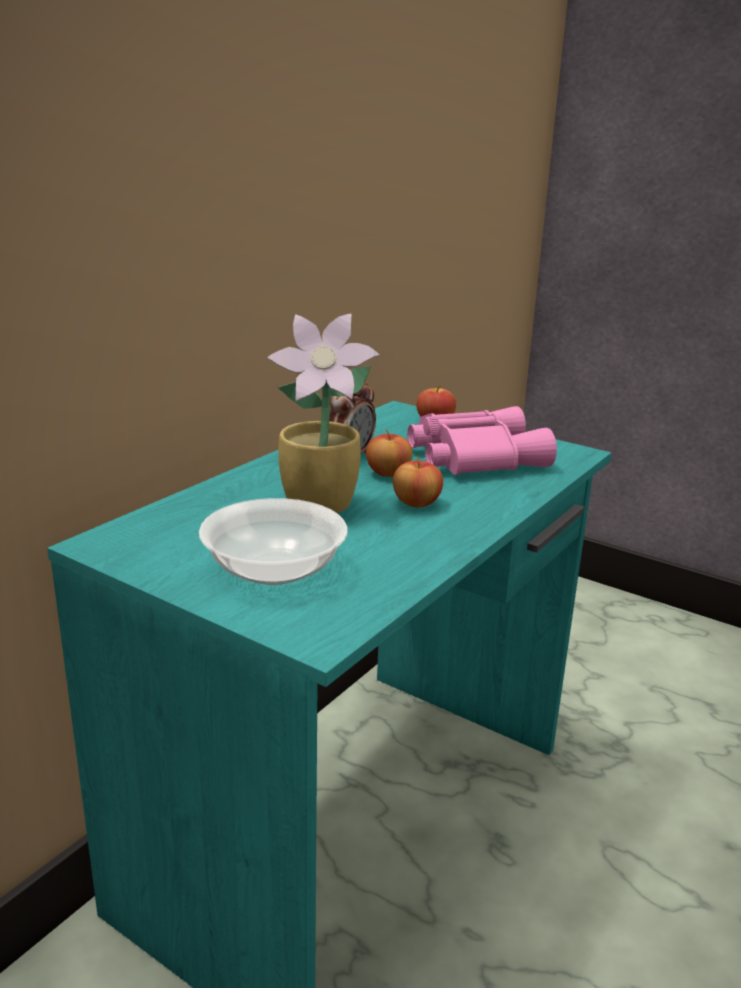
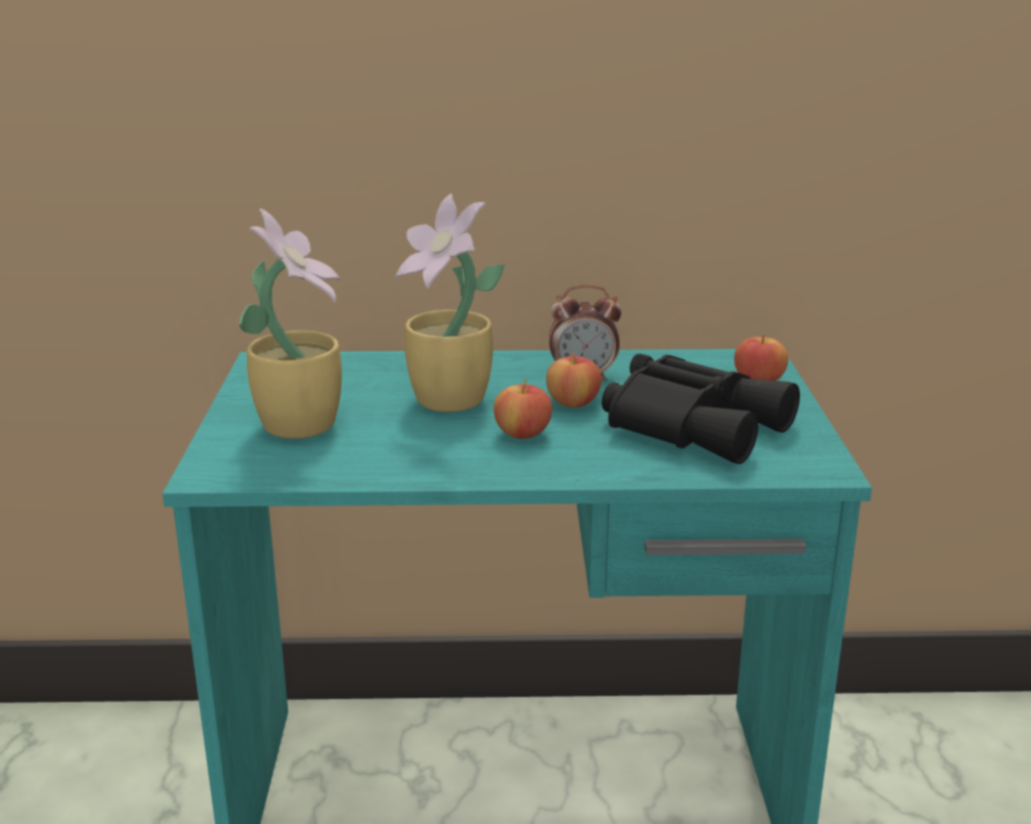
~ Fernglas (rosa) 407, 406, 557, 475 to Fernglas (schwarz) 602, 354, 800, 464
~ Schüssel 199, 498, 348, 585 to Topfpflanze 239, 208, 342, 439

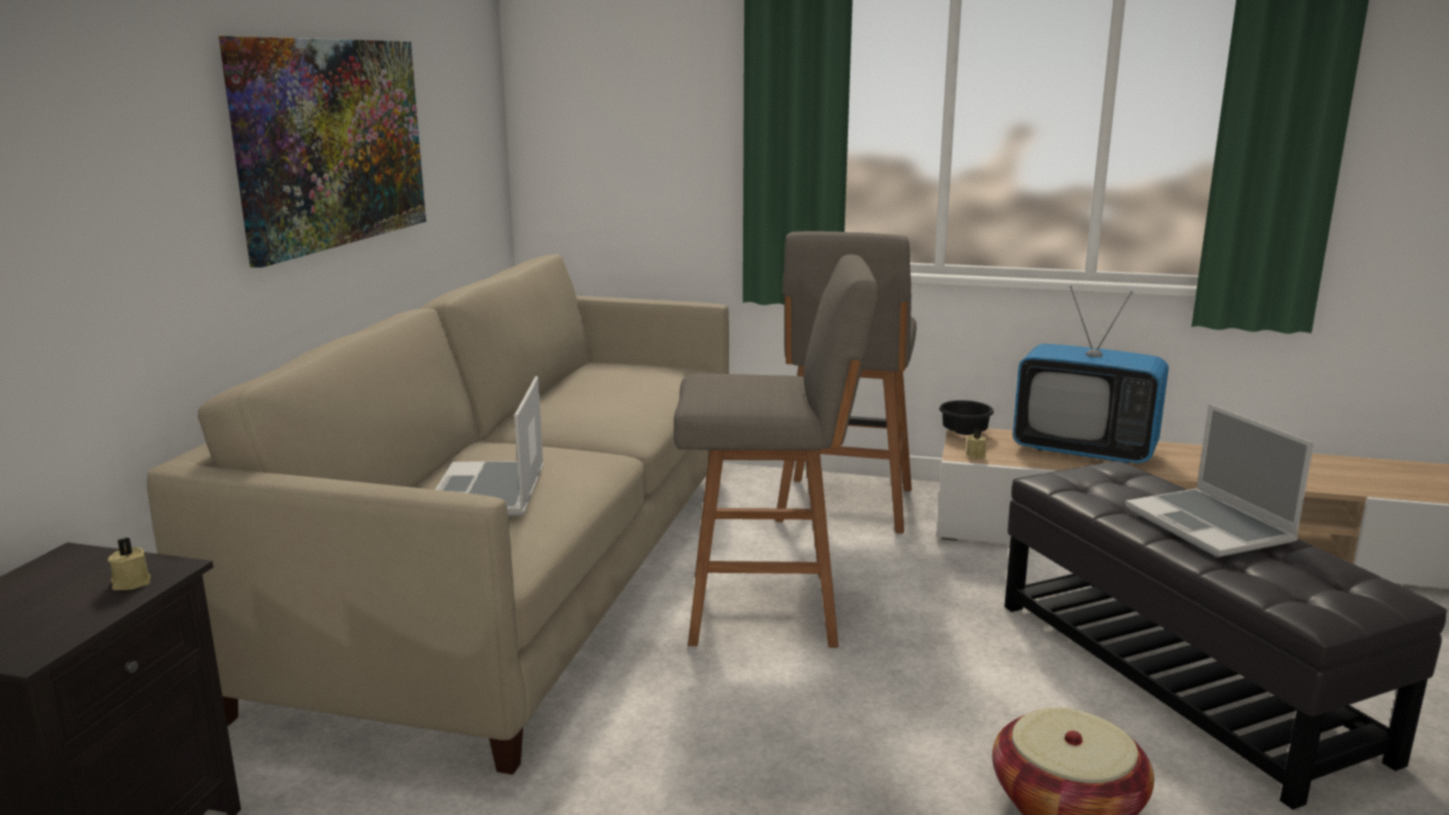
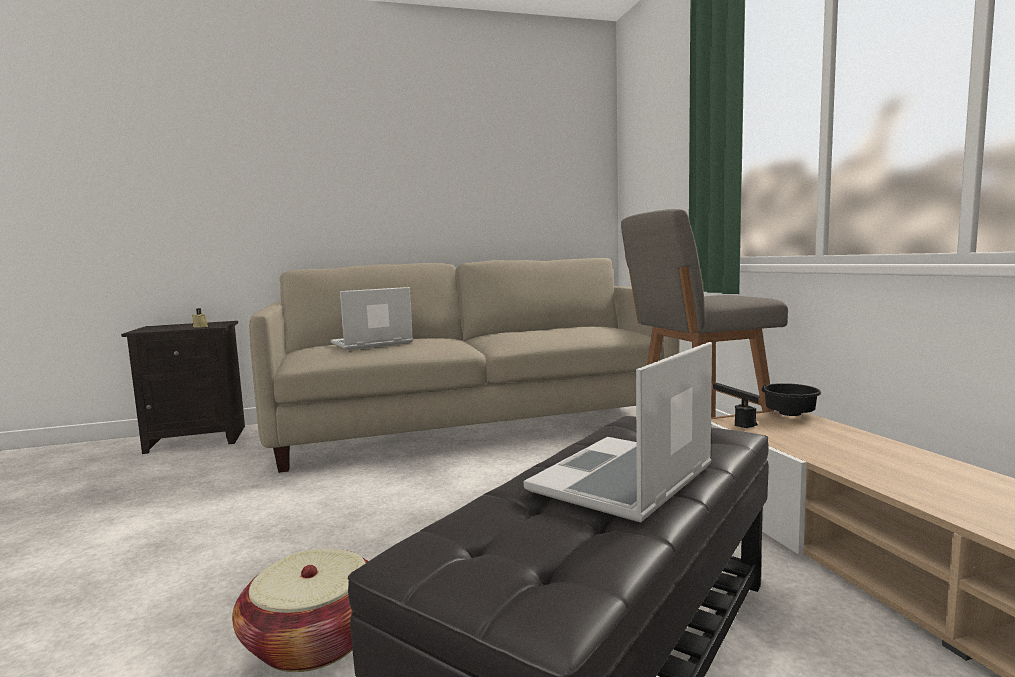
- Bild 219, 36, 426, 268
- Hocker (grau) 674, 254, 879, 648
- Fernseher 1013, 286, 1169, 463
~ Kerze (beige) 966, 429, 986, 459 to Kerze (schwarz) 735, 398, 758, 428

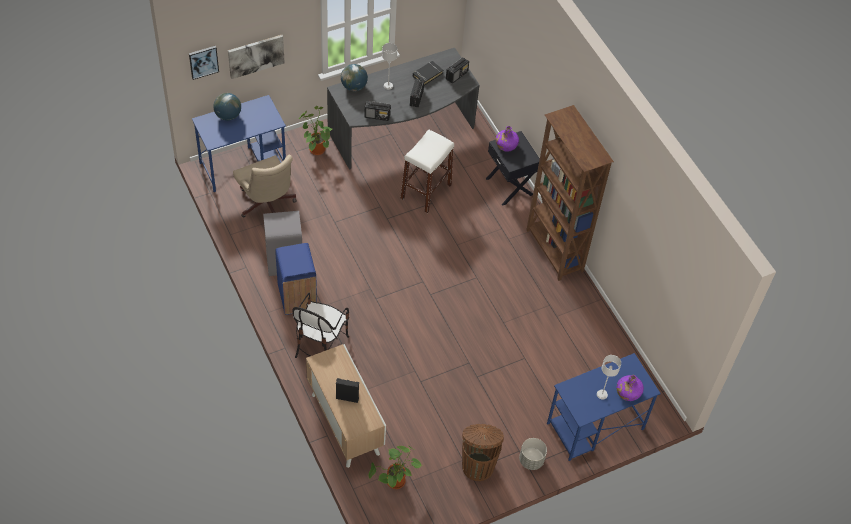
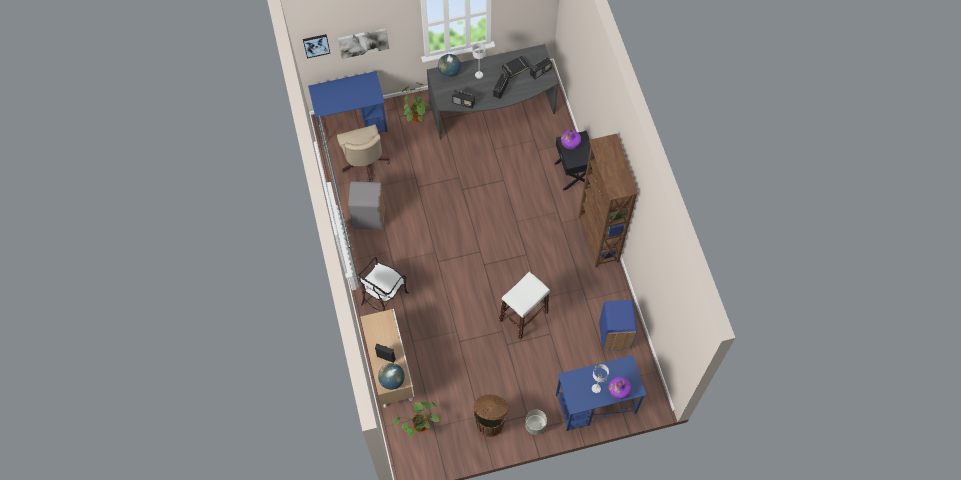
~ Globus 213, 93, 241, 121 to 378, 363, 405, 390
~ Hocker (weiß) 400, 129, 454, 213 to 499, 272, 550, 340
~ Mülleimer (blau) 275, 243, 317, 315 to 599, 300, 637, 351

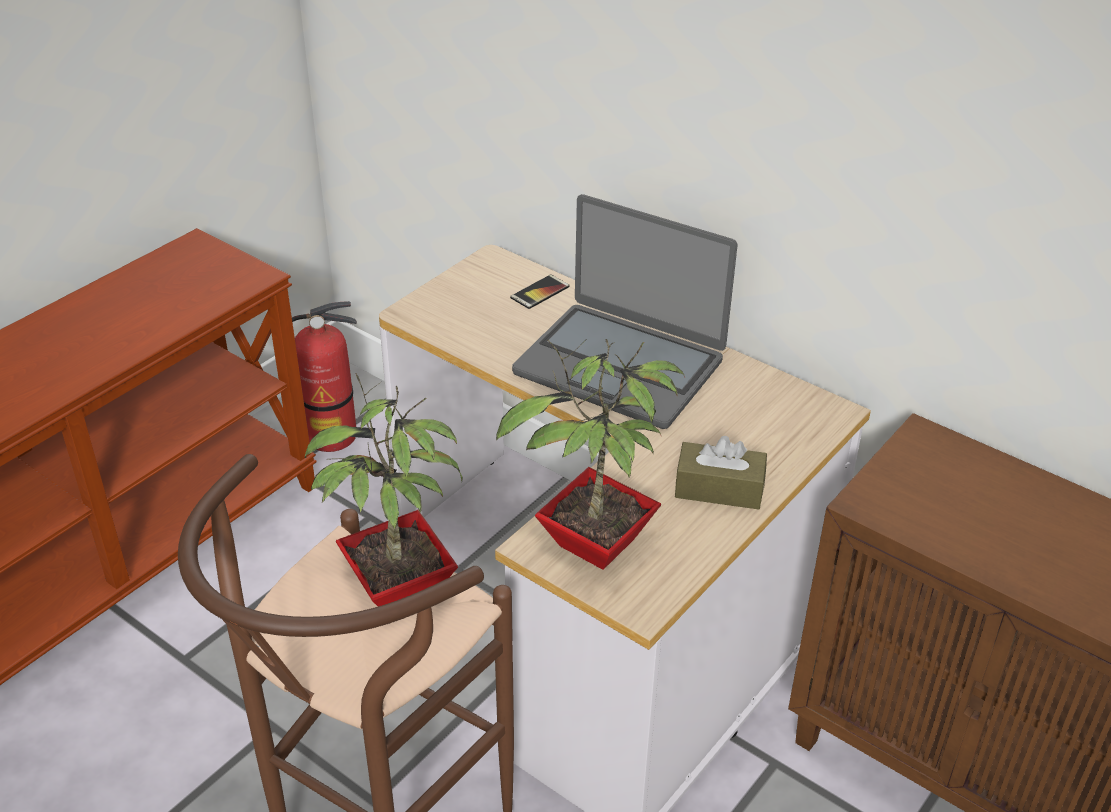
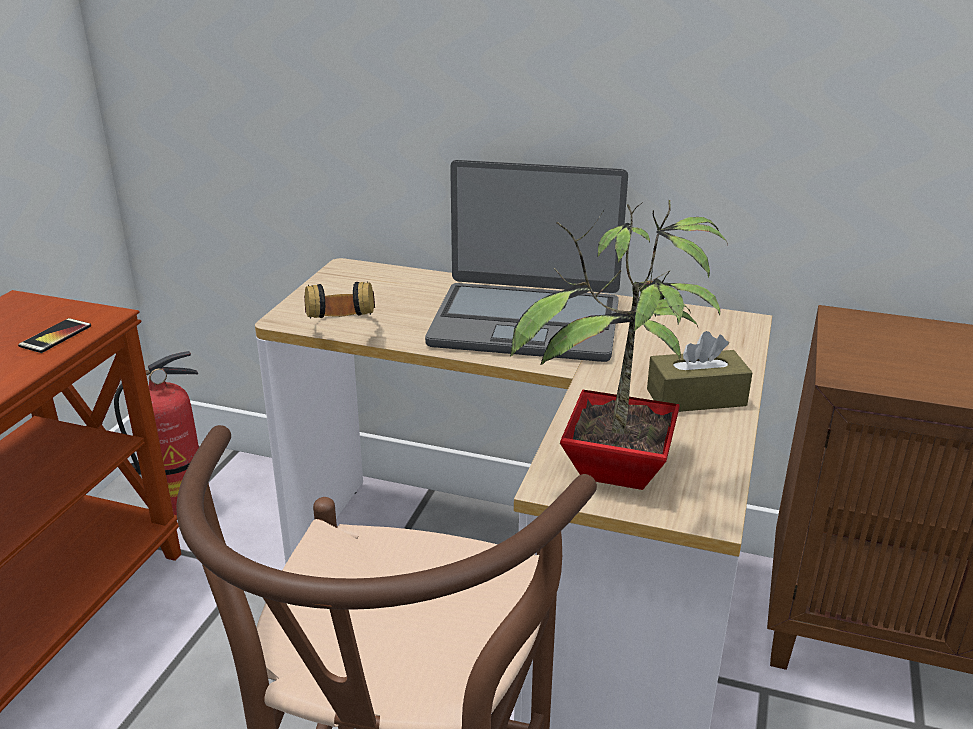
~ Handy 510, 274, 569, 309 to 18, 318, 91, 353
- Topfpflanze 305, 373, 462, 606
+ Kopfhörer 304, 281, 375, 319

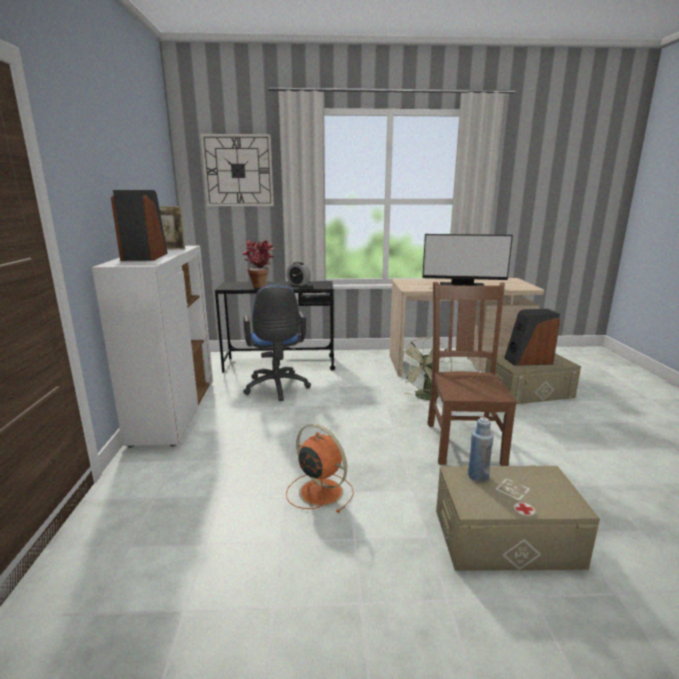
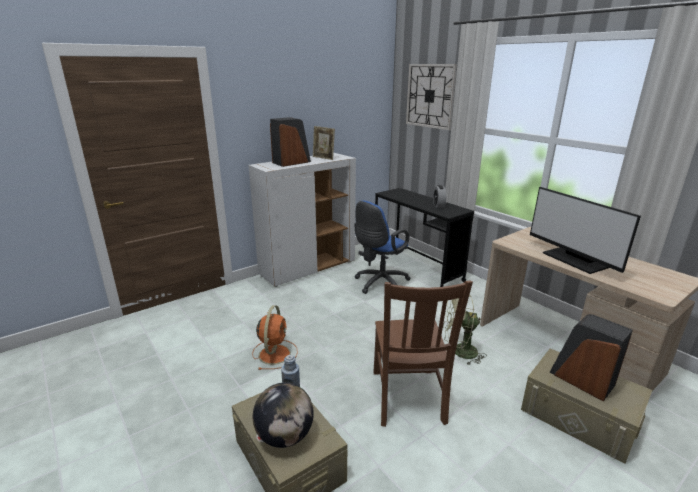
- Topfpflanze 243, 240, 274, 288
~ Stuhl (braun) 427, 282, 517, 466 = 373, 281, 473, 427 120 degrees clockwise
+ Globus 253, 383, 314, 448

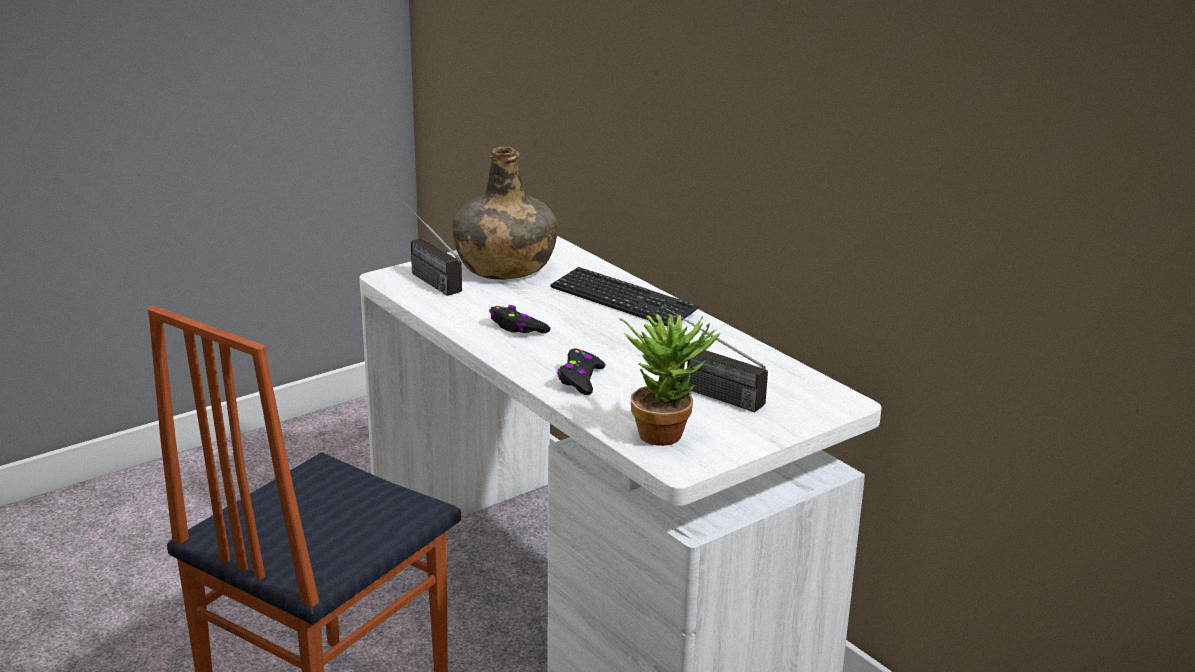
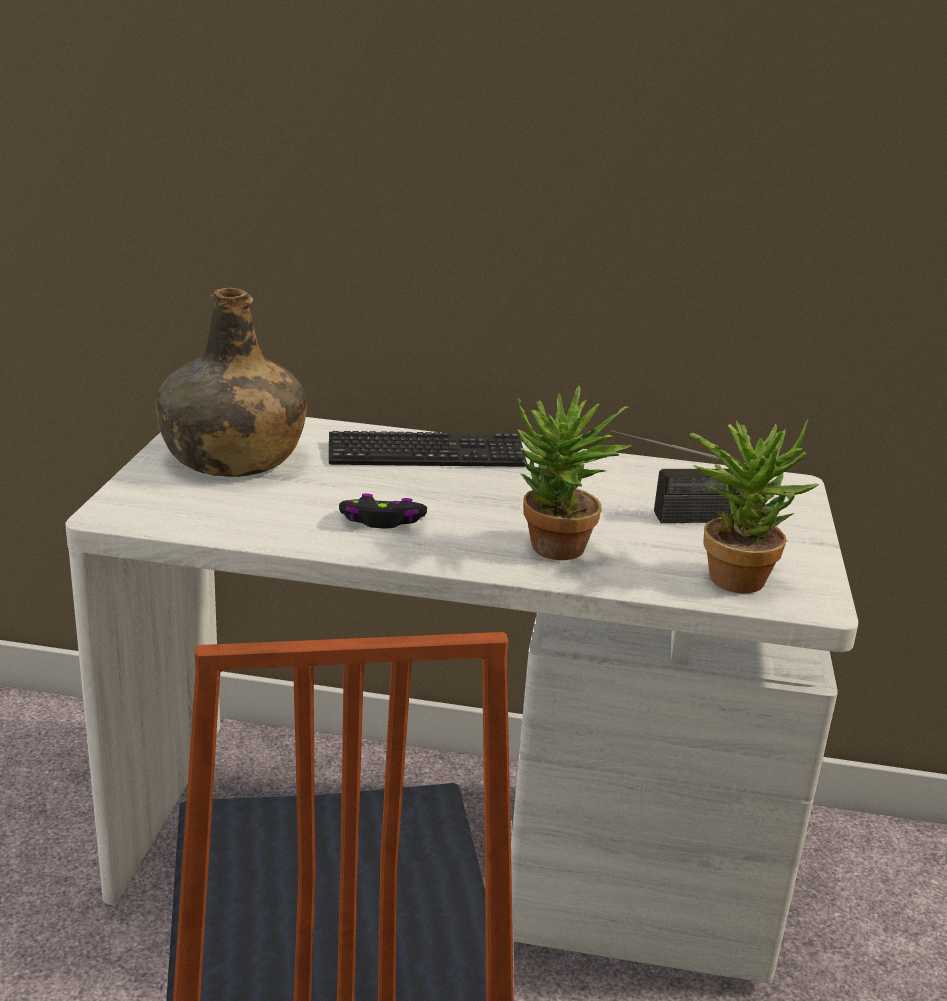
- Radio 403, 201, 462, 296
~ Gamepad (schwarz) 557, 349, 606, 395 to Topfpflanze 517, 385, 632, 560

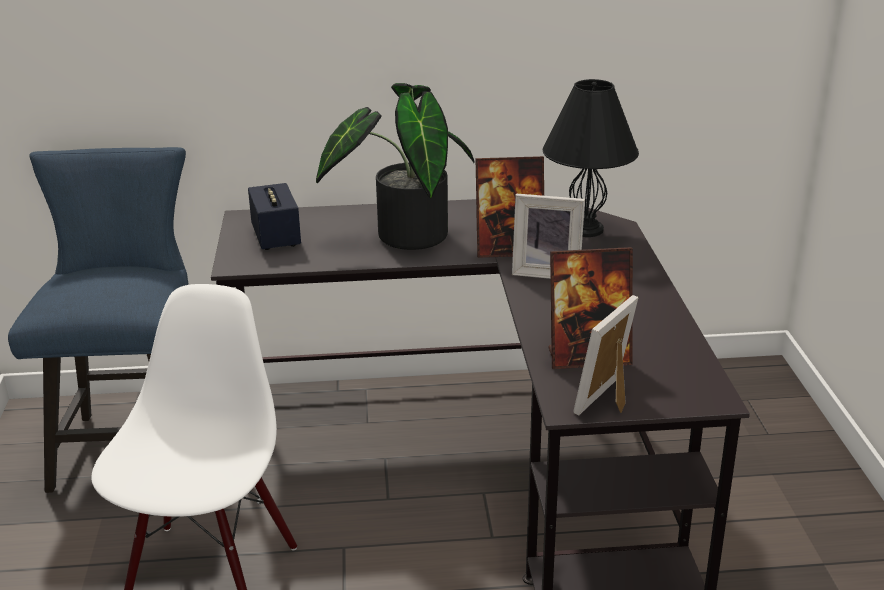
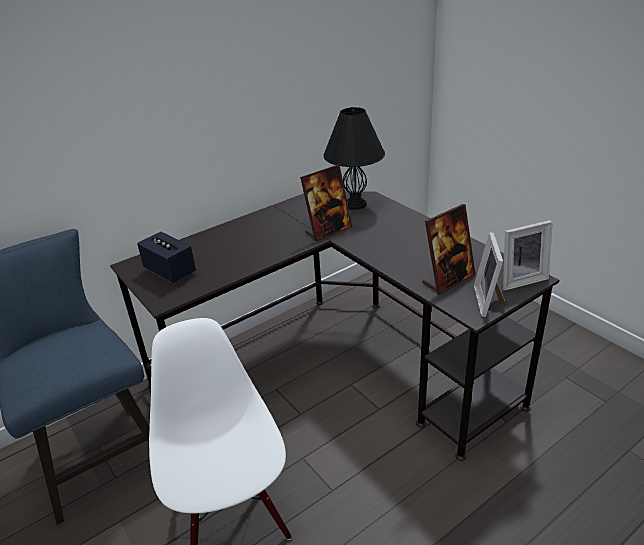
- Topfpflanze 316, 83, 475, 250
~ Bilderrahmen 512, 193, 585, 279 to 503, 220, 553, 290

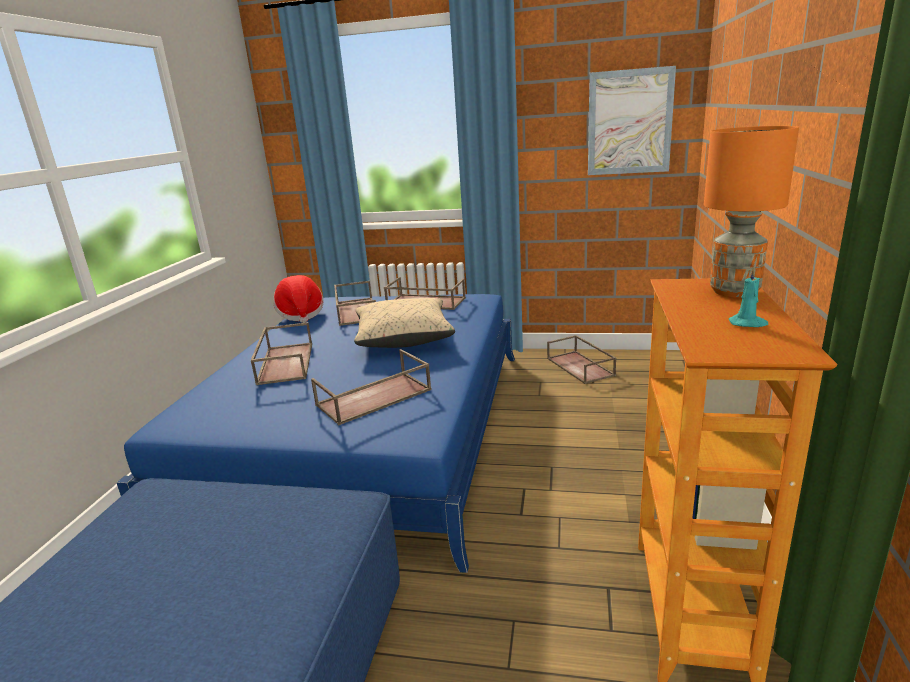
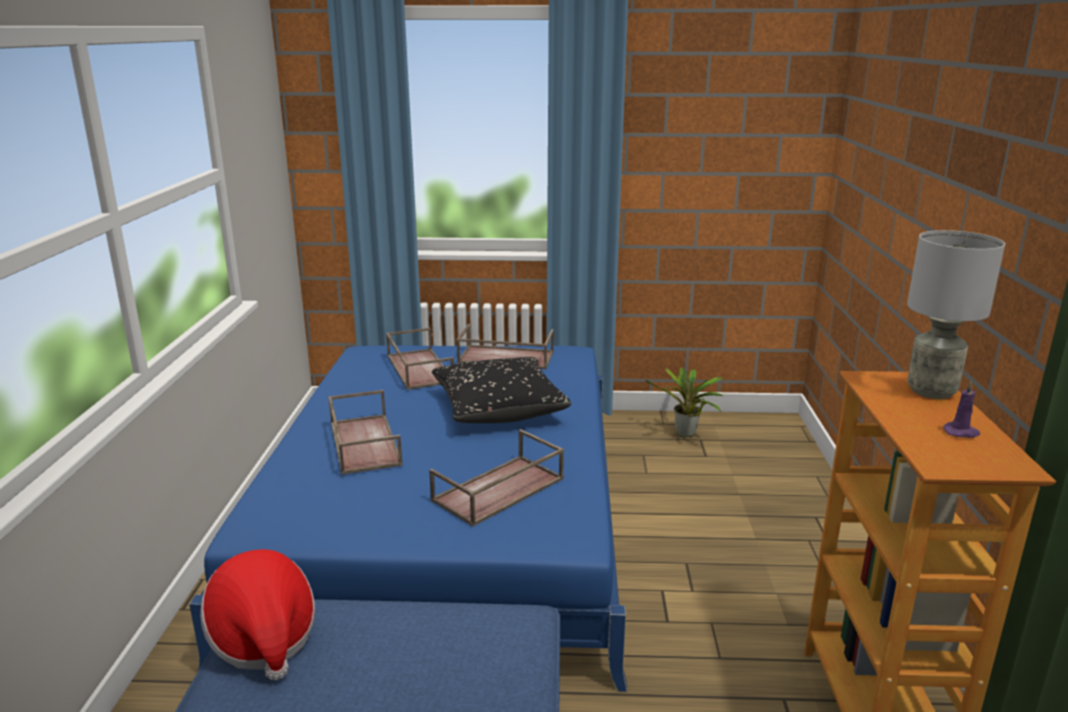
- Bild 588, 66, 676, 175
~ Tischlampe (orange) 704, 126, 799, 298 to Tischlampe (grau) 907, 230, 1005, 399
~ Kerze (türkis) 729, 267, 768, 327 to Kerze (lila) 943, 381, 980, 438
~ Hut 273, 275, 324, 323 to 200, 549, 315, 680
~ Kissen (beige) 354, 298, 455, 348 to Kissen (schwarz) 432, 357, 571, 423
~ Tablett (braun) 547, 335, 616, 384 to Topfpflanze 645, 368, 723, 437

